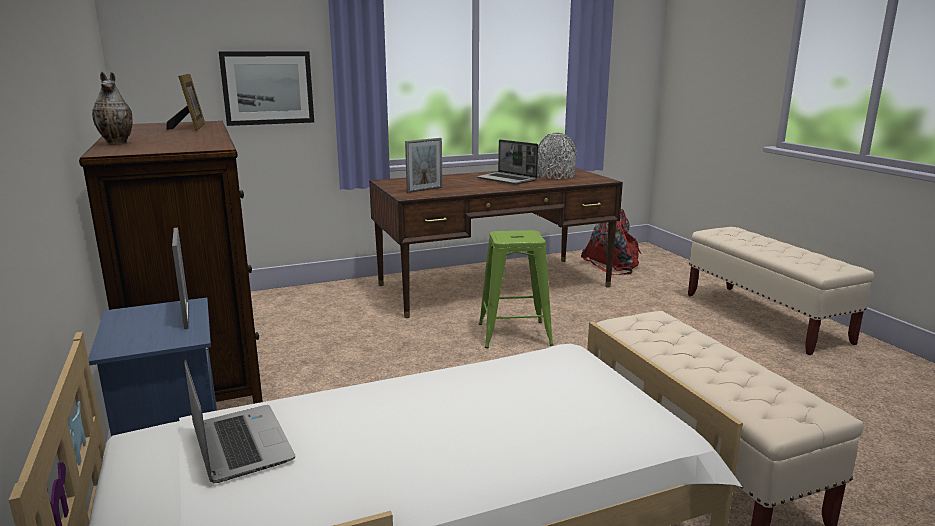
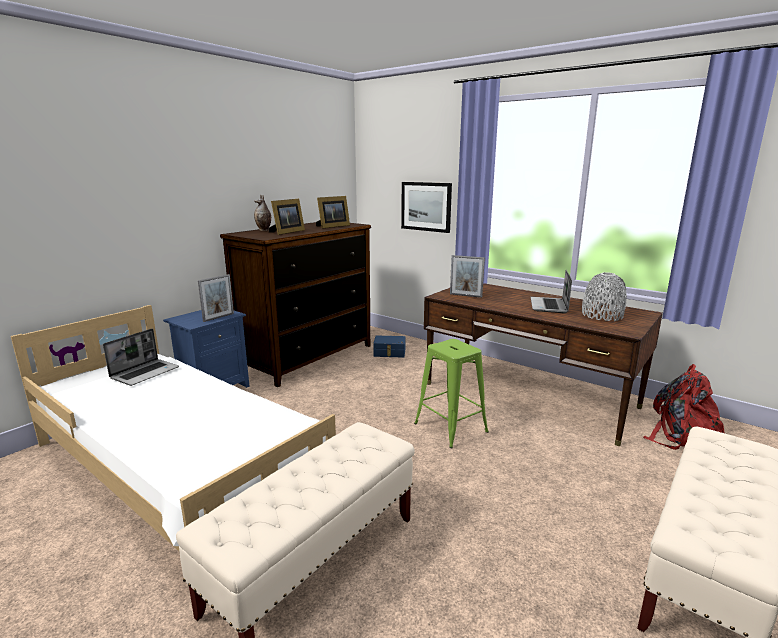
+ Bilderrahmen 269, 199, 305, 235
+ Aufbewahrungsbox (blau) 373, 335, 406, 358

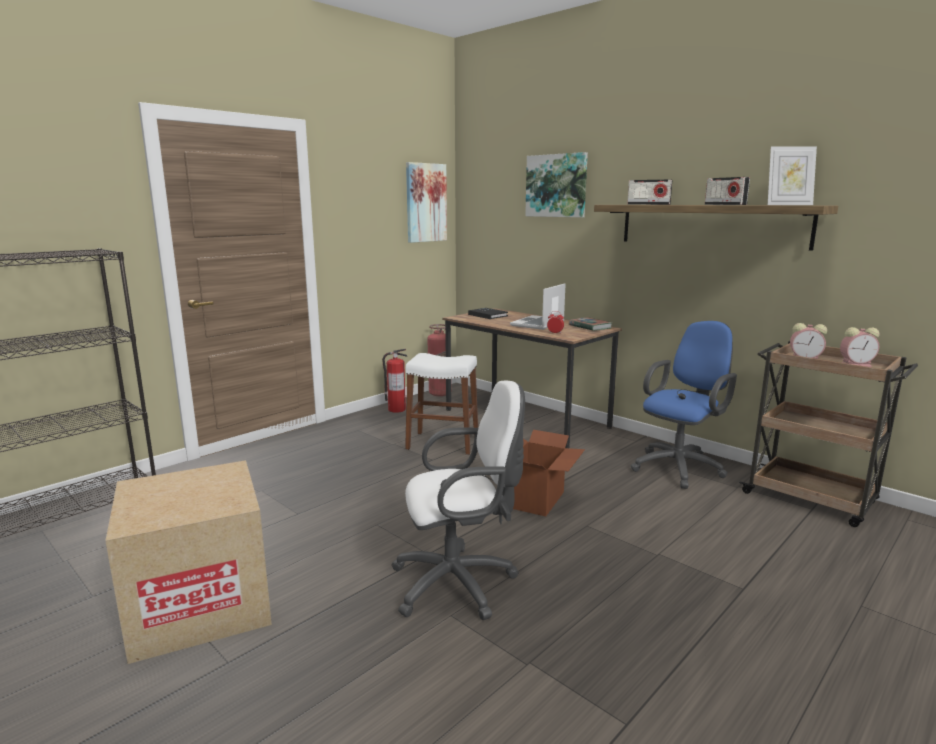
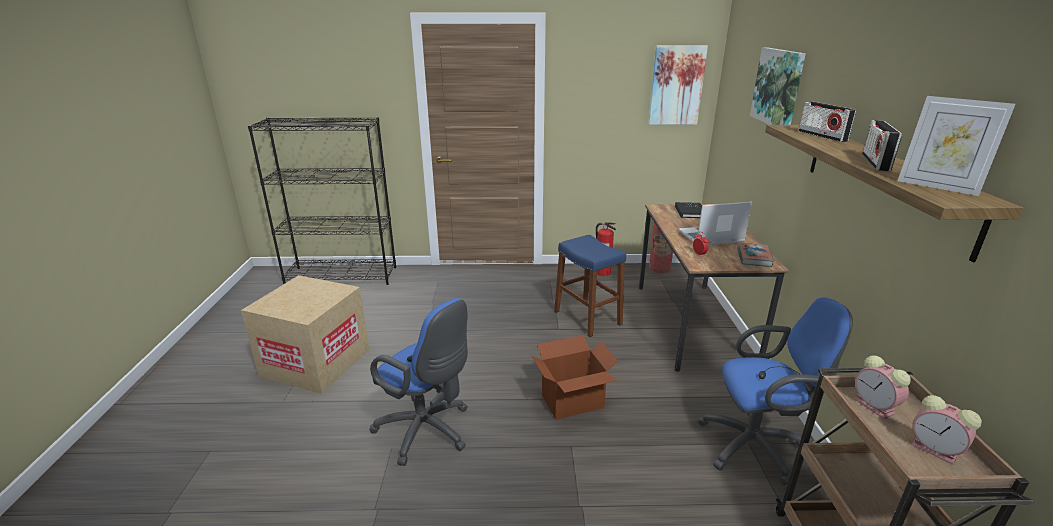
~ Hocker (weiß) 405, 353, 478, 455 to Hocker (blau) 554, 235, 626, 337
~ Bürostuhl (weiß) 391, 380, 525, 620 to Bürostuhl (blau) 369, 298, 468, 466

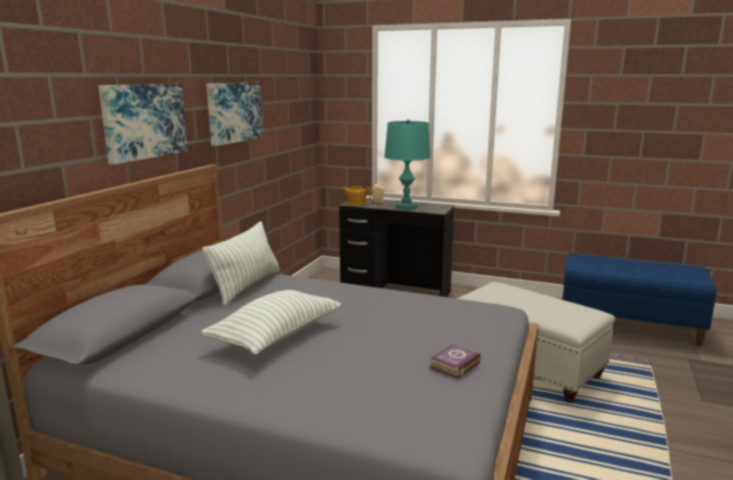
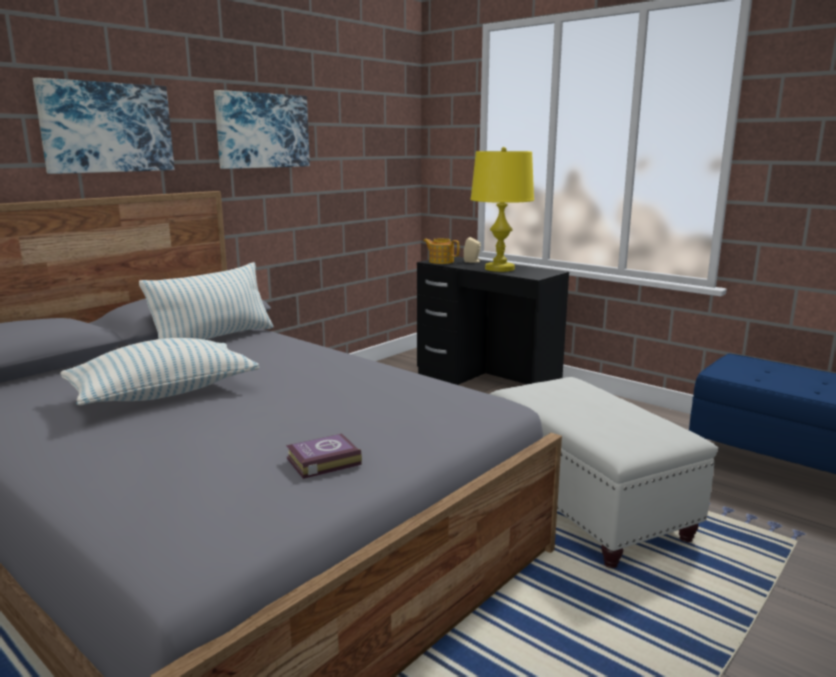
~ Tischlampe (türkis) 384, 119, 431, 209 to Tischlampe (gelb) 471, 147, 534, 272

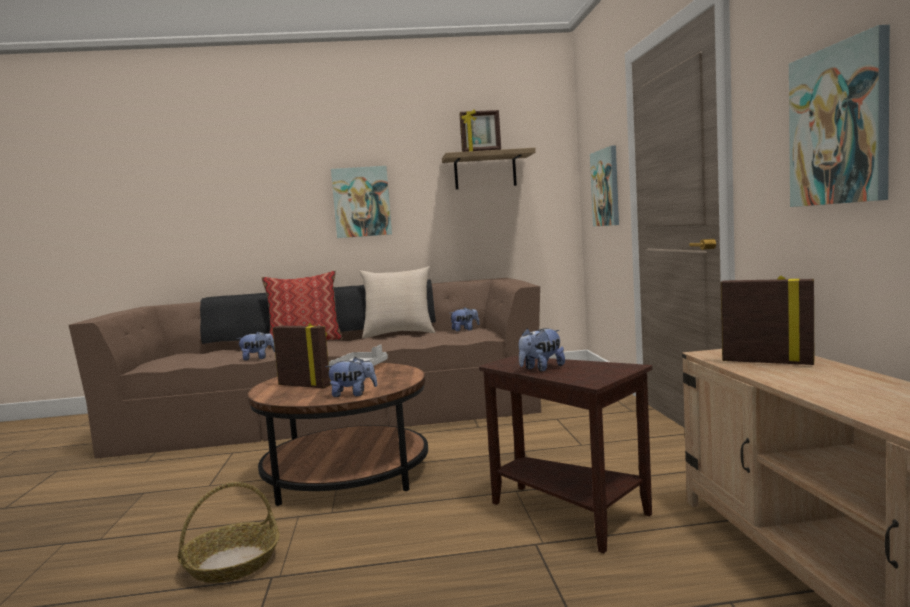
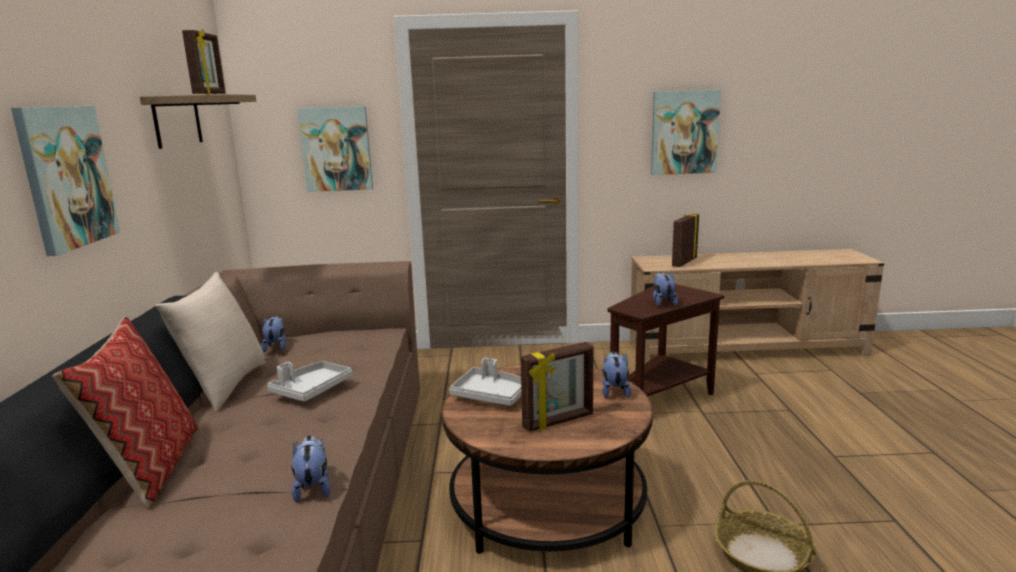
~ Bilderrahmen 272, 323, 331, 388 = 521, 342, 594, 432 150 degrees counterclockwise
~ Plüschtier 518, 328, 565, 372 = 653, 272, 678, 306 150 degrees counterclockwise
+ Tablett (grau) 268, 361, 352, 401

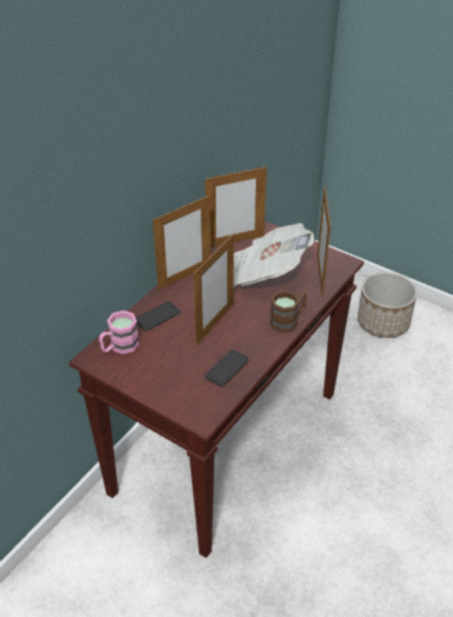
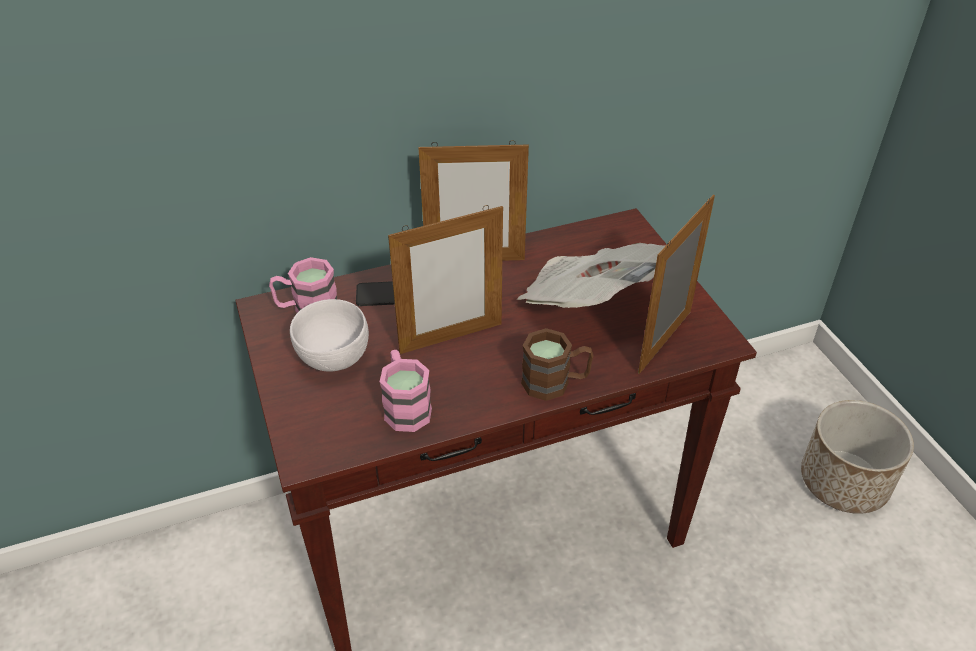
- Bilderrahmen 205, 166, 267, 247
~ Handy 205, 350, 249, 387 to Henkelbecher (rosa) 380, 350, 432, 432
+ Schüssel (weiß) 290, 299, 369, 372

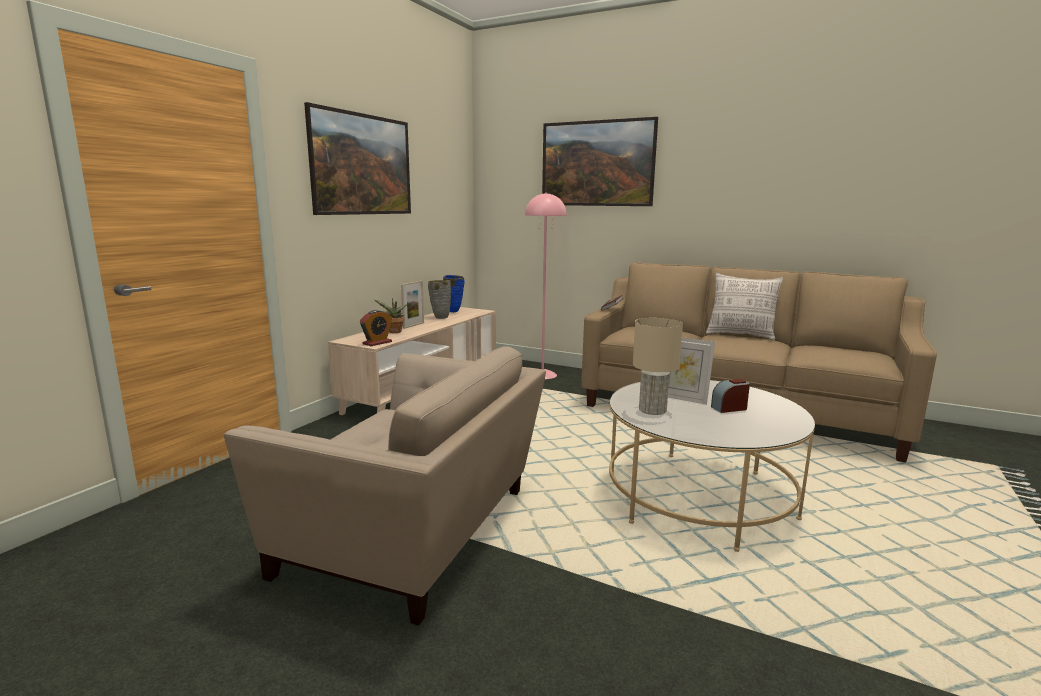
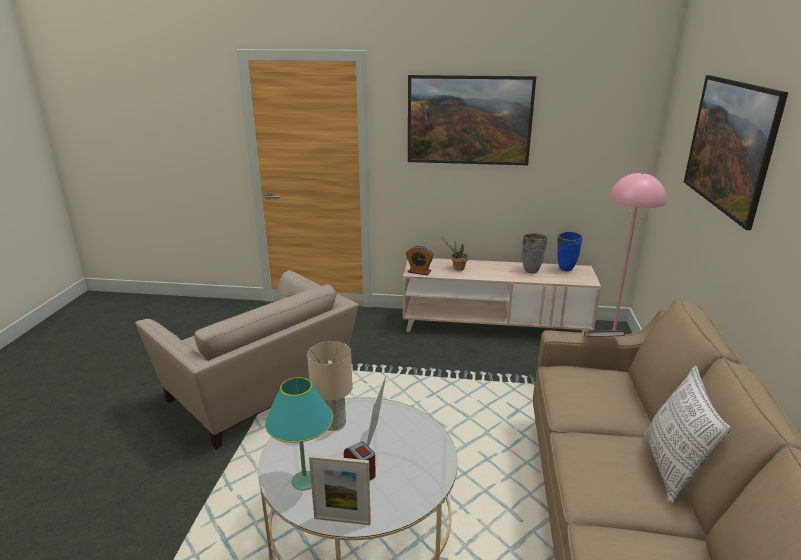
~ Bilderrahmen 401, 281, 424, 329 to 309, 455, 371, 525
~ Sessel (beige) 224, 346, 546, 625 = 135, 270, 358, 450 45 degrees counterclockwise
+ Tischlampe (türkis) 265, 377, 333, 490

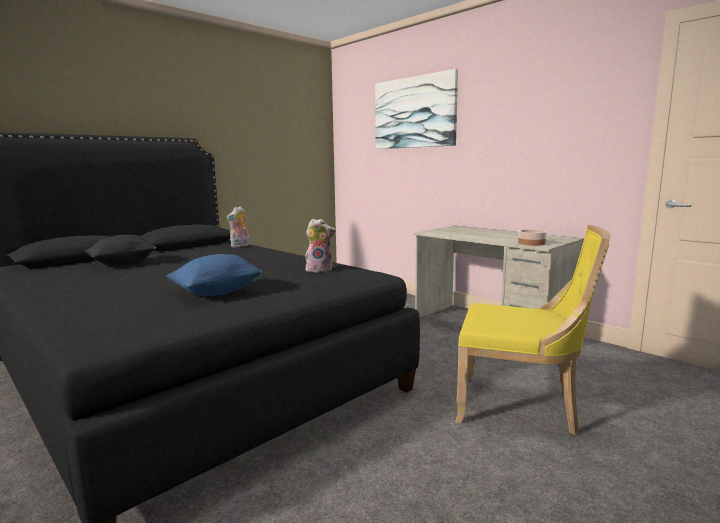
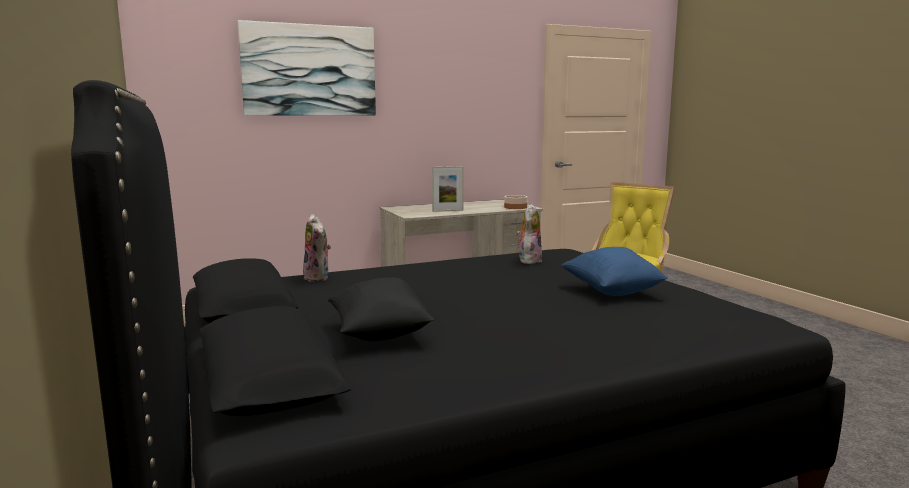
+ Bilderrahmen 432, 166, 464, 212

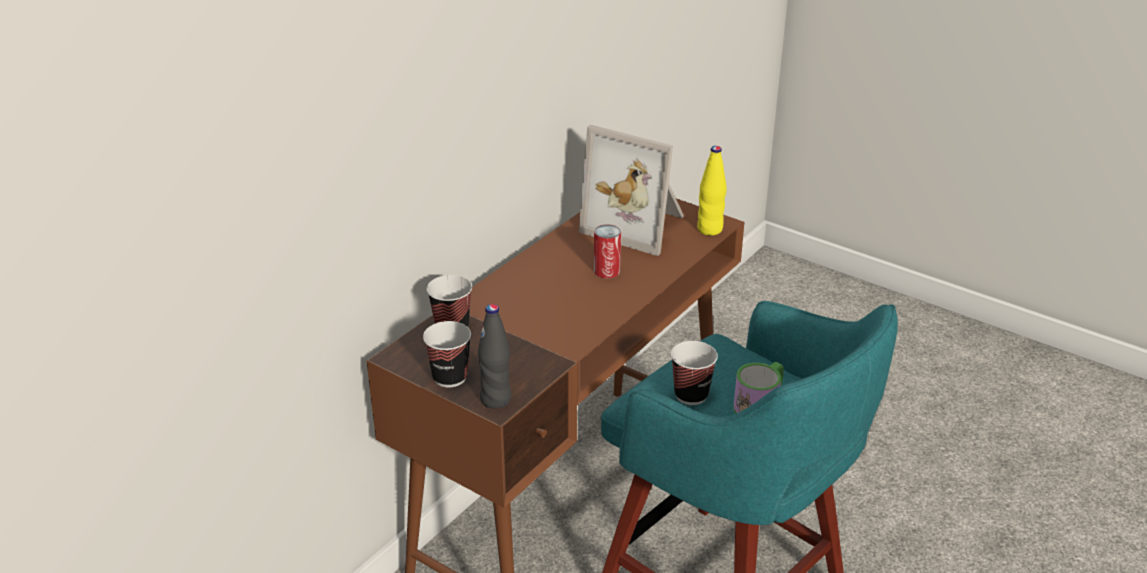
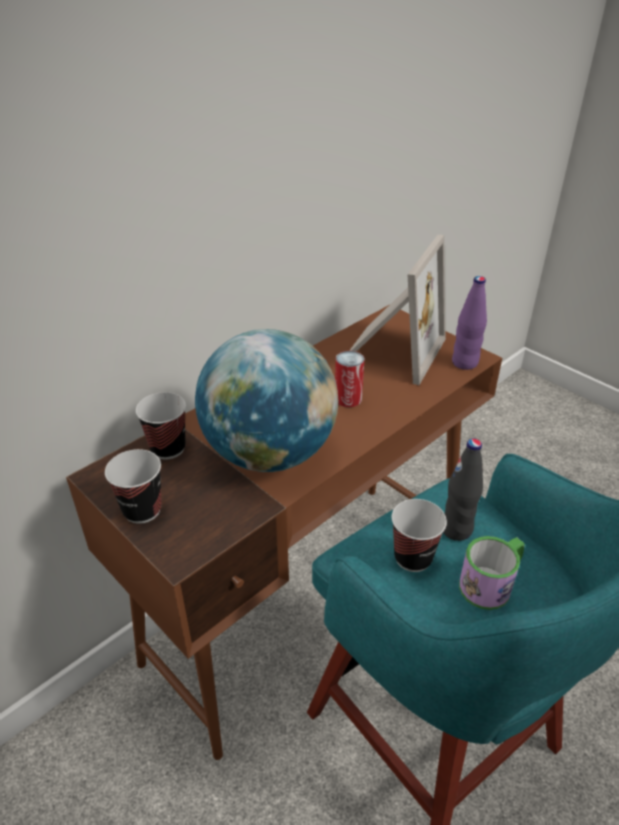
~ Bilderrahmen 579, 125, 684, 256 = 349, 235, 446, 385 105 degrees counterclockwise
~ Flasche (gelb) 697, 146, 727, 235 to Flasche (lila) 452, 276, 487, 370
~ Flasche (schwarz) 478, 304, 511, 409 to 443, 438, 483, 541
+ Globus 195, 329, 339, 472

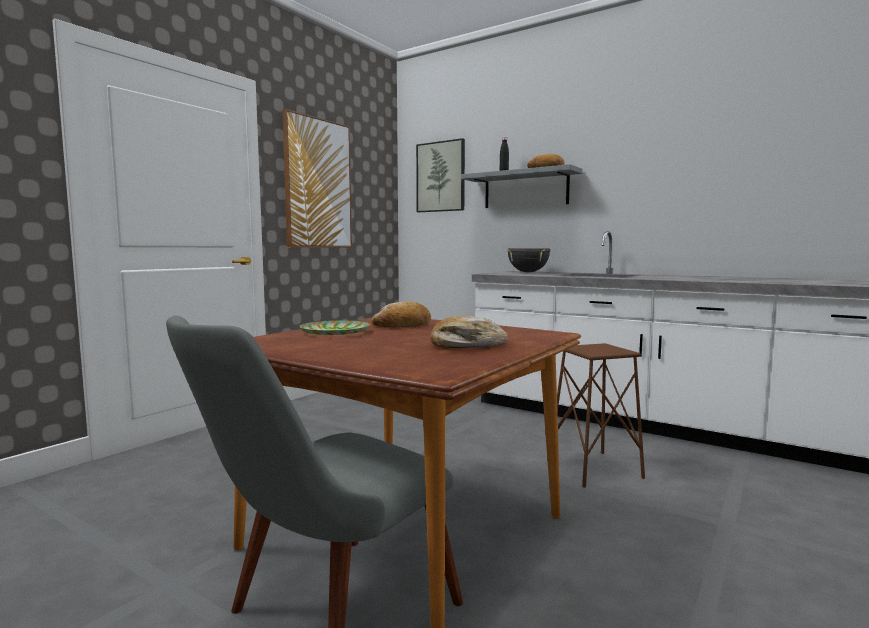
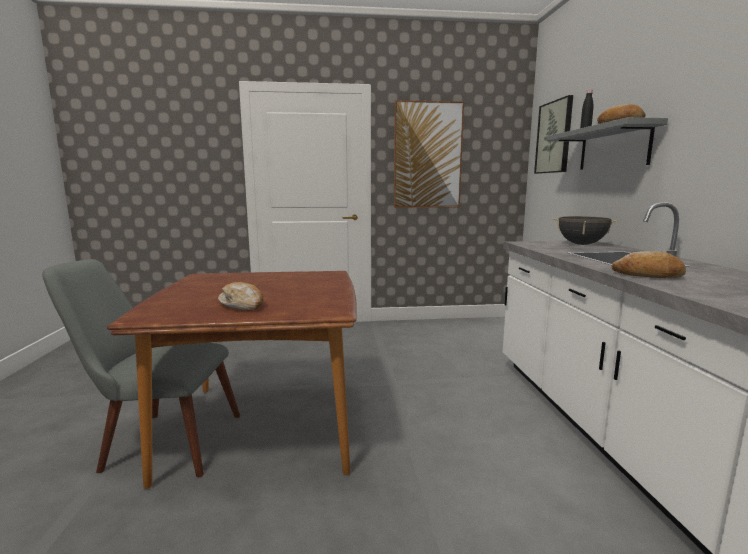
~ Brot 372, 301, 431, 327 to 611, 251, 686, 278
- Teller 299, 320, 370, 335
- Hocker (braun) 557, 343, 645, 488

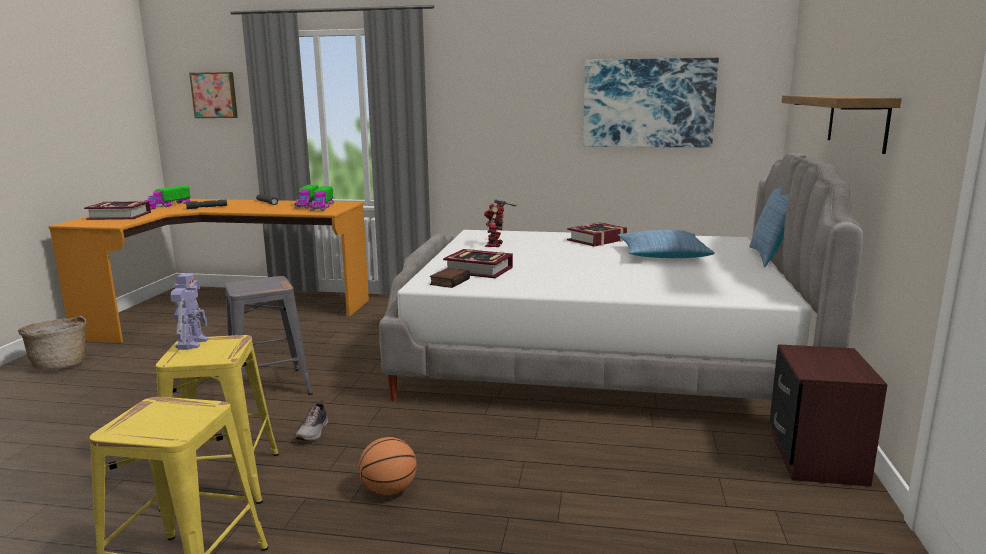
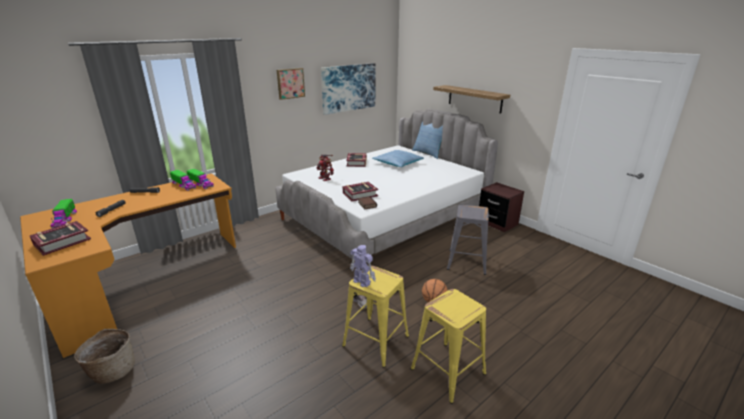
~ Bild 189, 72, 238, 118 to 277, 68, 305, 100
~ Hocker (grau) 225, 276, 313, 395 to 447, 205, 489, 275

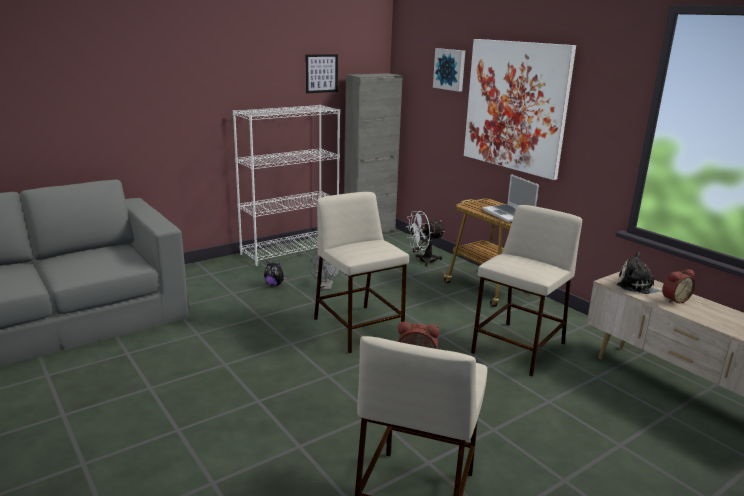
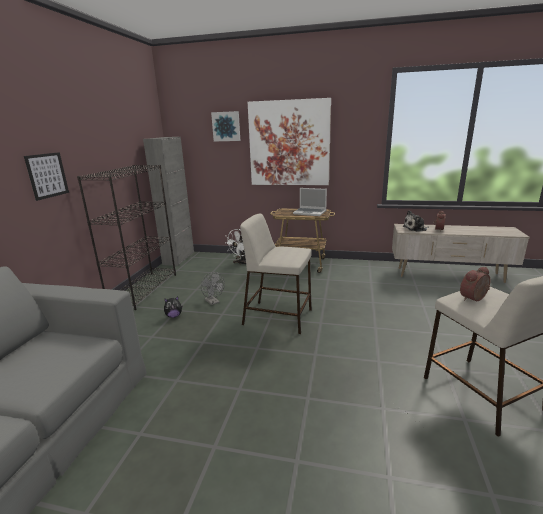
~ Bild 306, 54, 338, 93 to 24, 152, 69, 201
~ Bücherregal (weiß) 233, 105, 340, 266 to Bücherregal (schwarz) 77, 165, 176, 310
- Hocker (beige) 471, 205, 582, 376

